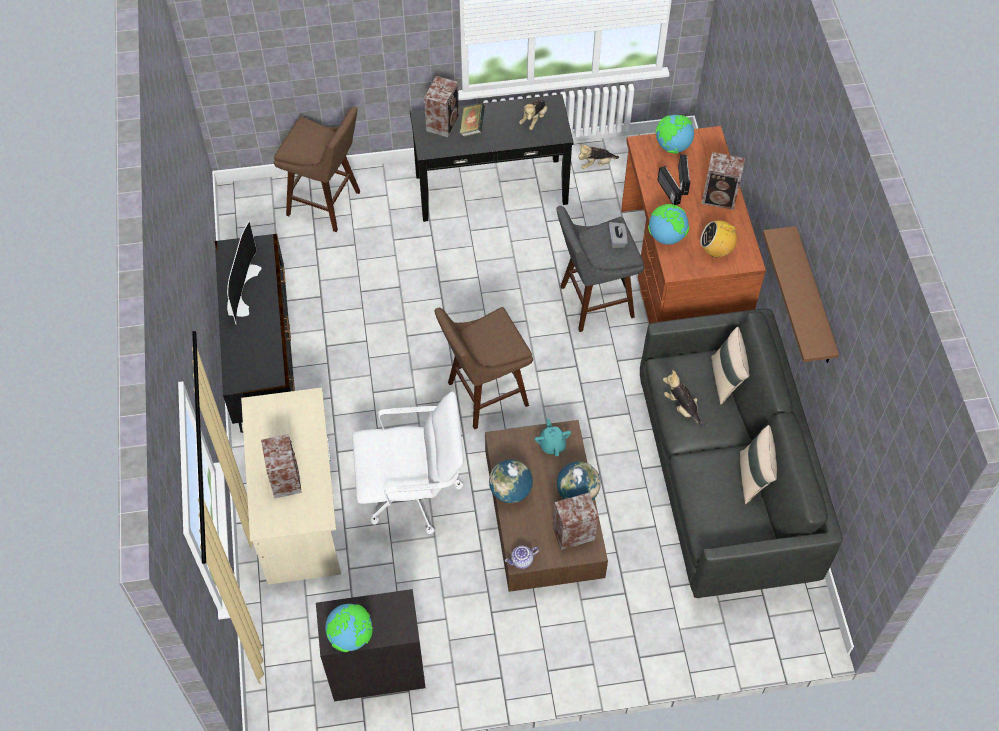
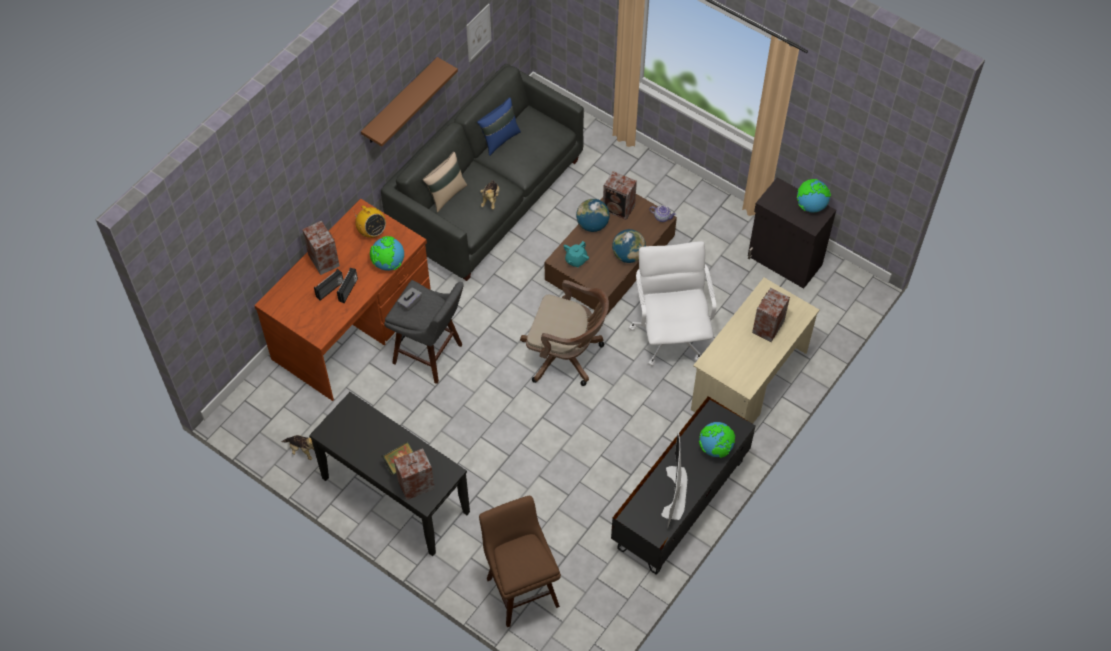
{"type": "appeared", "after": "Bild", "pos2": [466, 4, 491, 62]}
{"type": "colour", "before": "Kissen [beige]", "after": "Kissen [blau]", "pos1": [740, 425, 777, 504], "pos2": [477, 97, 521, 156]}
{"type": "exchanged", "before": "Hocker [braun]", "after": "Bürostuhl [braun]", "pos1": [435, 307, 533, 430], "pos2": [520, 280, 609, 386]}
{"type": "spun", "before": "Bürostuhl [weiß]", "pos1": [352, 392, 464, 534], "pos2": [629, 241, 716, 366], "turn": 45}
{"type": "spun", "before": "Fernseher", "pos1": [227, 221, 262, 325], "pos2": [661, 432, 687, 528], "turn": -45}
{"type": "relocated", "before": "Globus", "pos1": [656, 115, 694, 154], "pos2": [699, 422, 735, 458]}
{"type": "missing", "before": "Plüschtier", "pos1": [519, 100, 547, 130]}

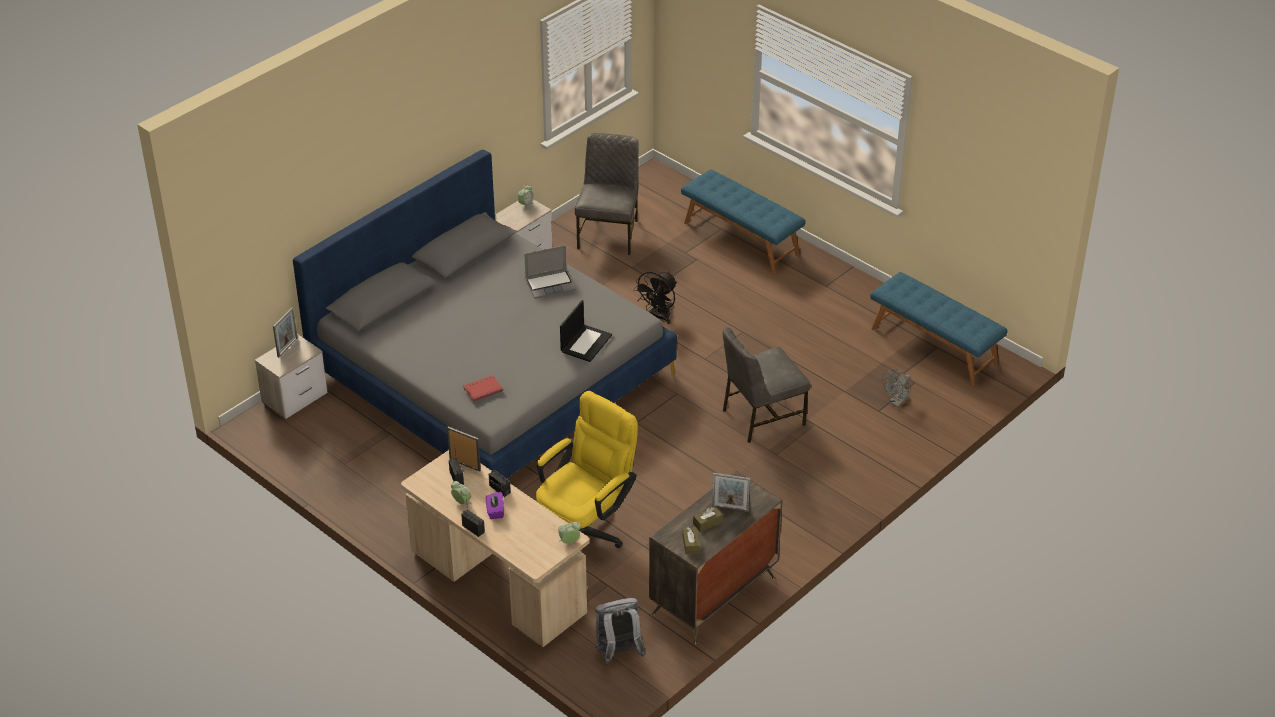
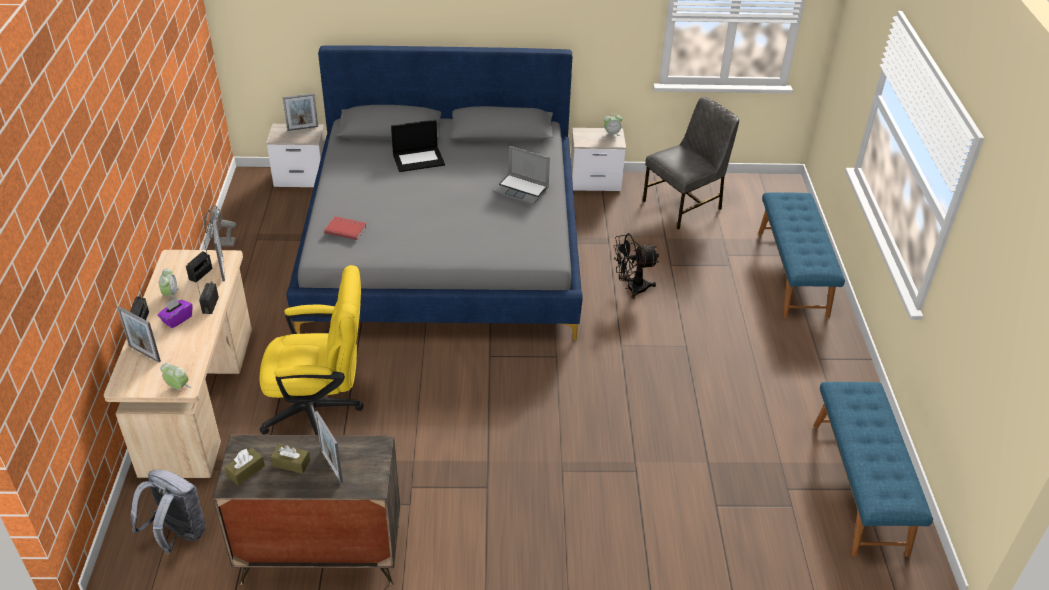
{"type": "appeared", "after": "Bilderrahmen", "pos2": [117, 306, 161, 362]}
{"type": "relocated", "before": "Ventilator [grau]", "pos1": [883, 369, 911, 407], "pos2": [204, 205, 236, 246]}
{"type": "relocated", "before": "Laptop", "pos1": [560, 300, 612, 362], "pos2": [391, 120, 445, 172]}
{"type": "missing", "before": "Stuhl [grau]", "pos1": [723, 327, 811, 443]}

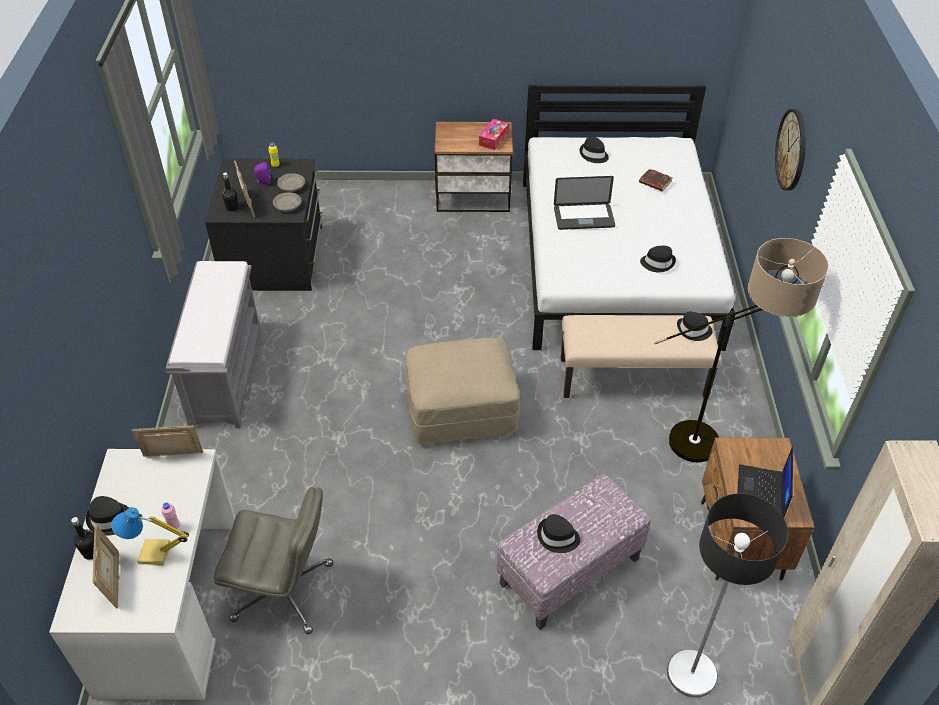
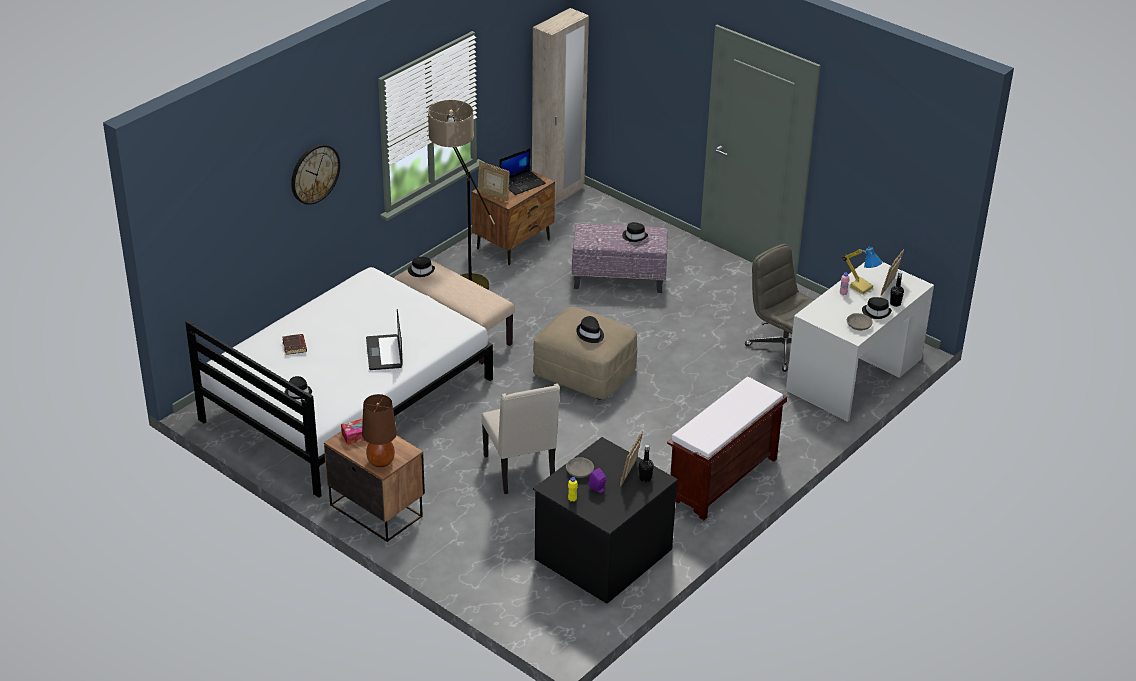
{"type": "appeared", "after": "Tischlampe [braun]", "pos2": [362, 394, 397, 467]}
{"type": "spun", "before": "Laptop", "pos1": [554, 176, 615, 230], "pos2": [366, 309, 403, 370], "turn": -135}
{"type": "relocated", "before": "Bilderrahmen", "pos1": [132, 425, 203, 457], "pos2": [478, 161, 510, 201]}
{"type": "appeared", "after": "Stuhl [beige]", "pos2": [481, 383, 560, 494]}
{"type": "relocated", "before": "Hut [schwarz]", "pos1": [640, 246, 676, 272], "pos2": [576, 316, 604, 343]}
{"type": "colour", "before": "Bank [grau]", "after": "Bank [braun]", "pos1": [166, 261, 261, 428], "pos2": [667, 377, 787, 520]}
{"type": "relocated", "before": "Schüssel [grau]", "pos1": [273, 192, 301, 212], "pos2": [847, 313, 873, 331]}
{"type": "missing", "before": "Stehlampe", "pos1": [667, 493, 788, 698]}

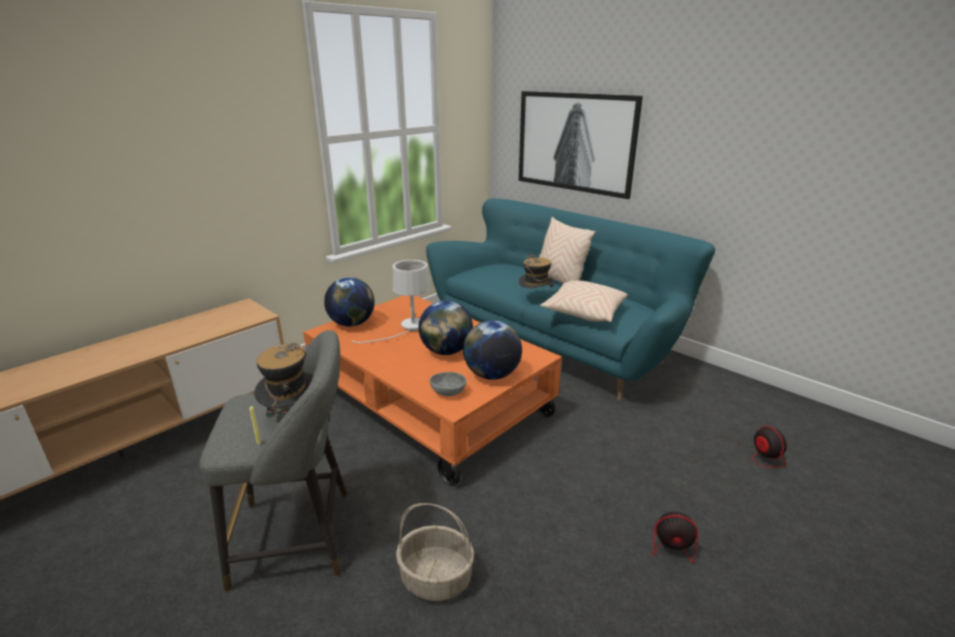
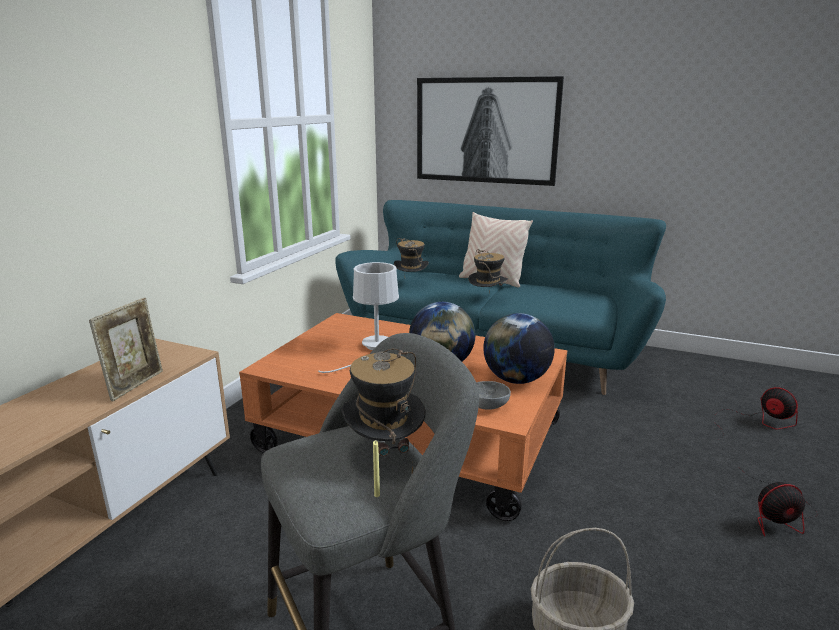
{"type": "appeared", "after": "Bilderrahmen", "pos2": [89, 298, 163, 401]}
{"type": "appeared", "after": "Hut", "pos2": [394, 238, 429, 272]}
{"type": "missing", "before": "Globus", "pos1": [324, 277, 375, 327]}
{"type": "missing", "before": "Kissen [beige]", "pos1": [540, 281, 628, 322]}

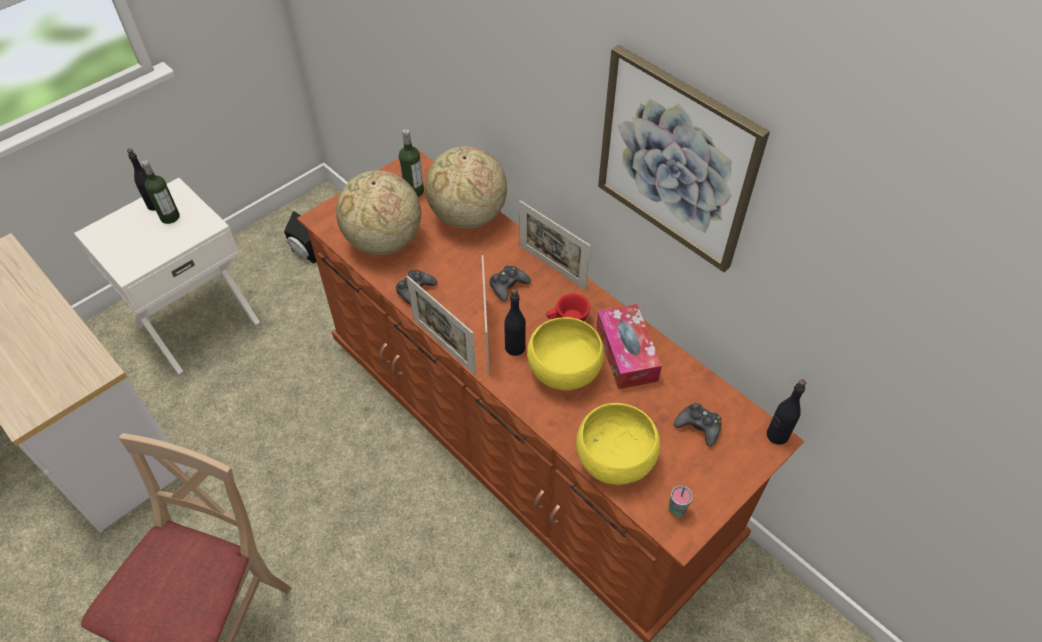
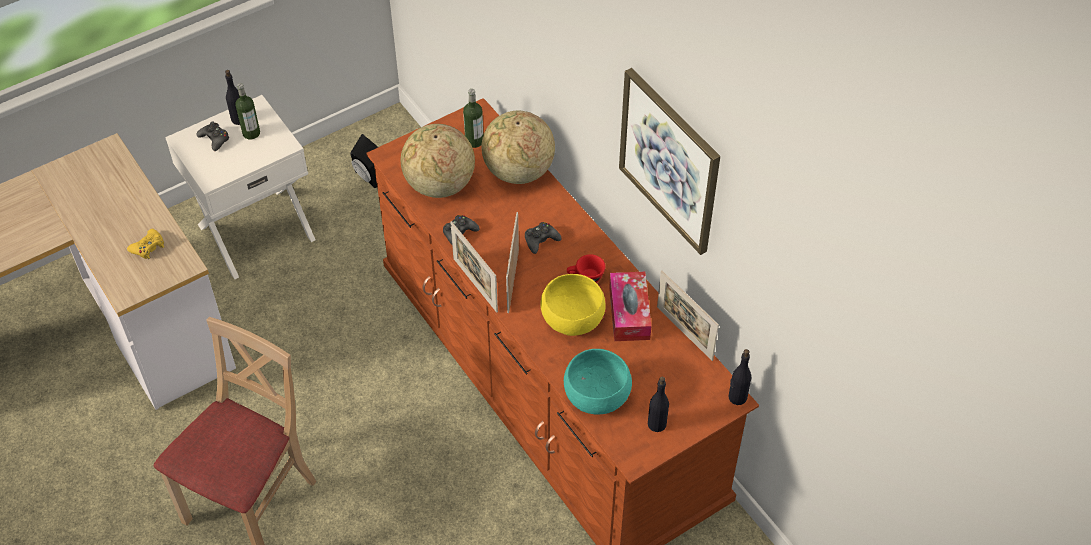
{"type": "appeared", "after": "Gamepad [gelb]", "pos2": [127, 228, 164, 259]}
{"type": "relocated", "before": "Gamepad [schwarz]", "pos1": [674, 403, 721, 447], "pos2": [197, 121, 230, 151]}
{"type": "colour", "before": "Schüssel [gelb]", "after": "Schüssel [türkis]", "pos1": [576, 403, 660, 485], "pos2": [564, 349, 632, 415]}
{"type": "relocated", "before": "Flasche [schwarz]", "pos1": [504, 289, 526, 356], "pos2": [648, 377, 669, 432]}
{"type": "relocated", "before": "Bilderrahmen", "pos1": [519, 200, 591, 290], "pos2": [657, 270, 719, 361]}
{"type": "missing", "before": "Tasse", "pos1": [668, 486, 693, 517]}

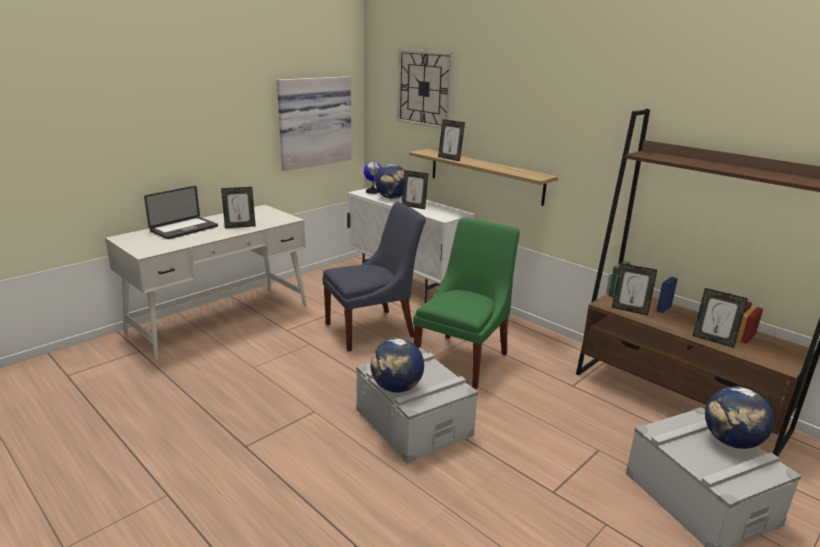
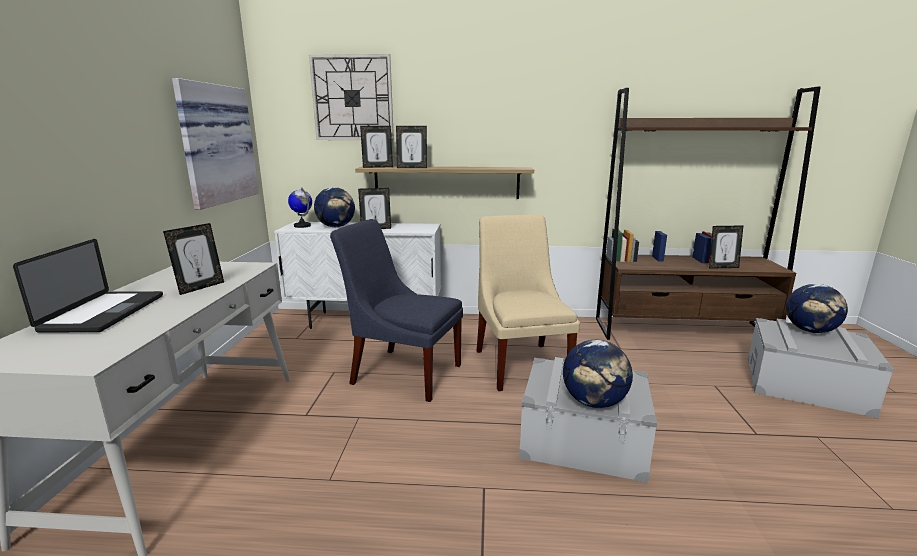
{"type": "spun", "before": "Stuhl [blau]", "pos1": [322, 202, 426, 352], "pos2": [330, 219, 463, 402], "turn": -90}
{"type": "relocated", "before": "Bilderrahmen", "pos1": [612, 263, 657, 315], "pos2": [360, 126, 393, 168]}
{"type": "colour", "before": "Stuhl [grün]", "after": "Stuhl [beige]", "pos1": [413, 218, 520, 389], "pos2": [477, 214, 580, 391]}

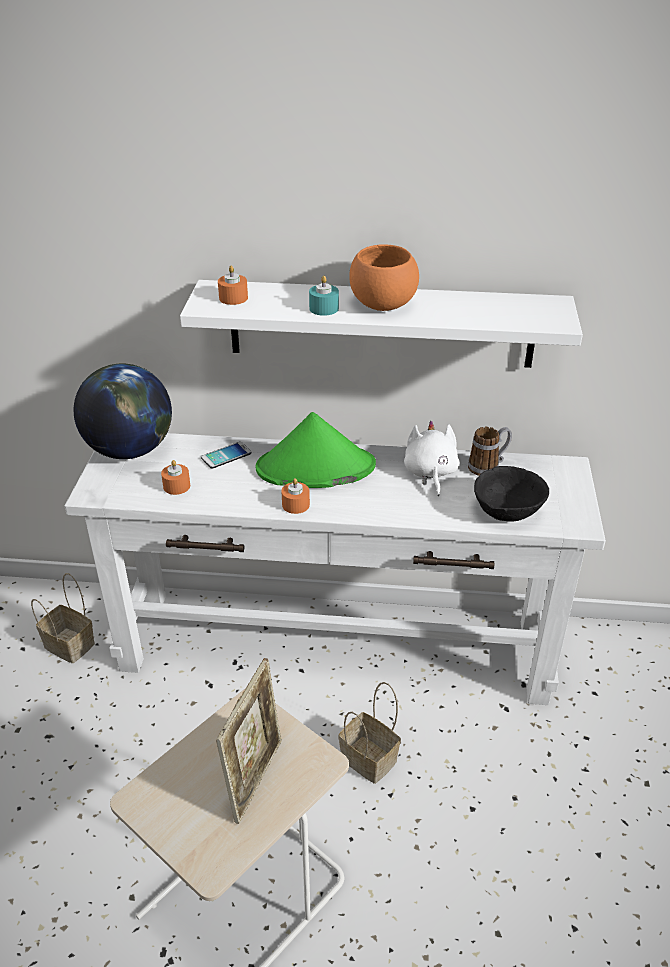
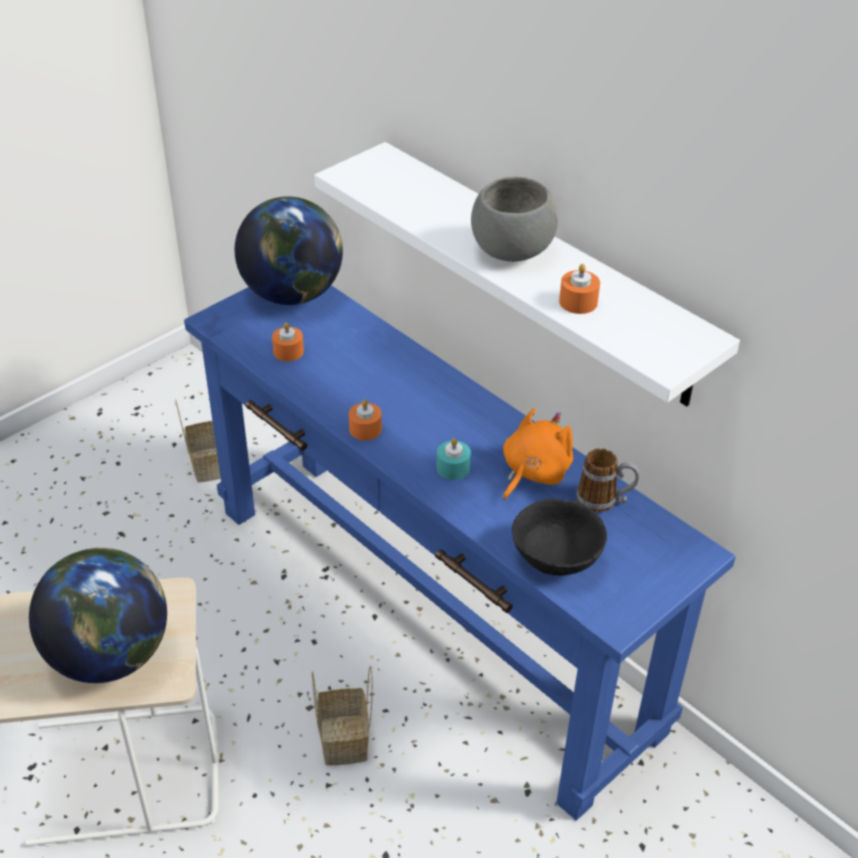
{"type": "exchanged", "before": "Bilderrahmen", "after": "Globus", "pos1": [216, 658, 282, 824], "pos2": [29, 548, 167, 683]}
{"type": "colour", "before": "Konsolentisch [weiß]", "after": "Konsolentisch [blau]", "pos1": [65, 433, 606, 705], "pos2": [184, 285, 736, 821]}
{"type": "relocated", "before": "Kerze [türkis]", "pos1": [309, 276, 339, 316], "pos2": [437, 438, 471, 480]}
{"type": "colour", "before": "Schüssel [orange]", "after": "Schüssel [grau]", "pos1": [349, 244, 419, 311], "pos2": [471, 177, 558, 262]}
{"type": "colour", "before": "Plüschtier [weiß]", "after": "Plüschtier [orange]", "pos1": [404, 421, 460, 496], "pos2": [503, 408, 573, 500]}
{"type": "relocated", "before": "Kerze [orange]", "pos1": [218, 266, 248, 305], "pos2": [559, 264, 600, 314]}
{"type": "missing", "before": "Handy", "pos1": [201, 442, 251, 469]}
{"type": "missing", "before": "Hut [grün]", "pos1": [256, 412, 376, 488]}

